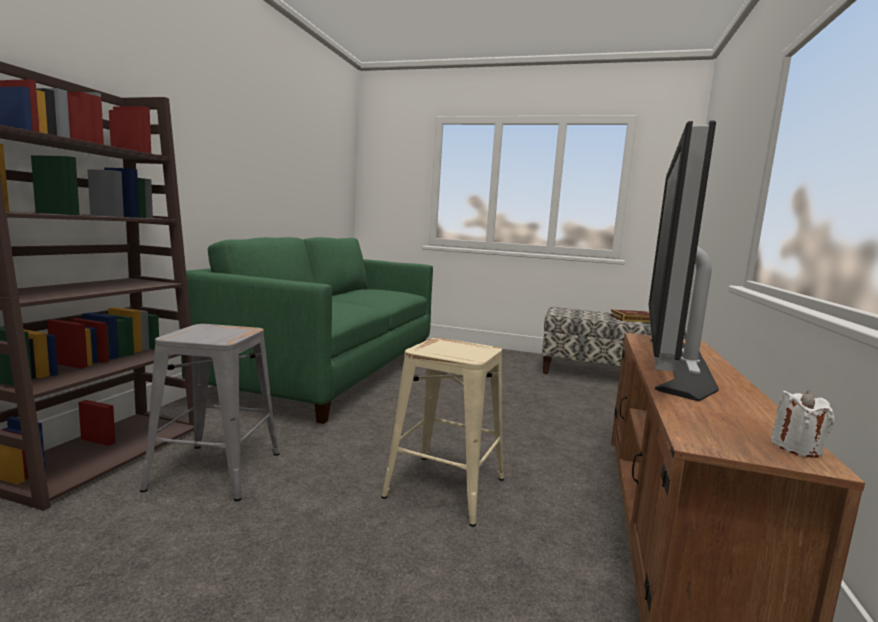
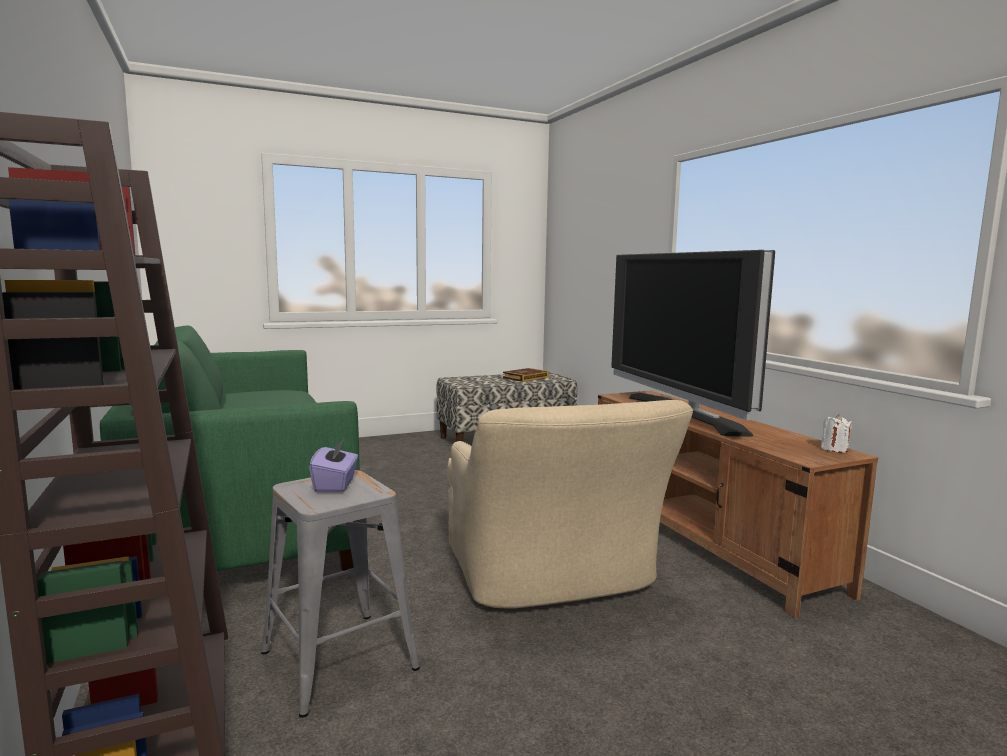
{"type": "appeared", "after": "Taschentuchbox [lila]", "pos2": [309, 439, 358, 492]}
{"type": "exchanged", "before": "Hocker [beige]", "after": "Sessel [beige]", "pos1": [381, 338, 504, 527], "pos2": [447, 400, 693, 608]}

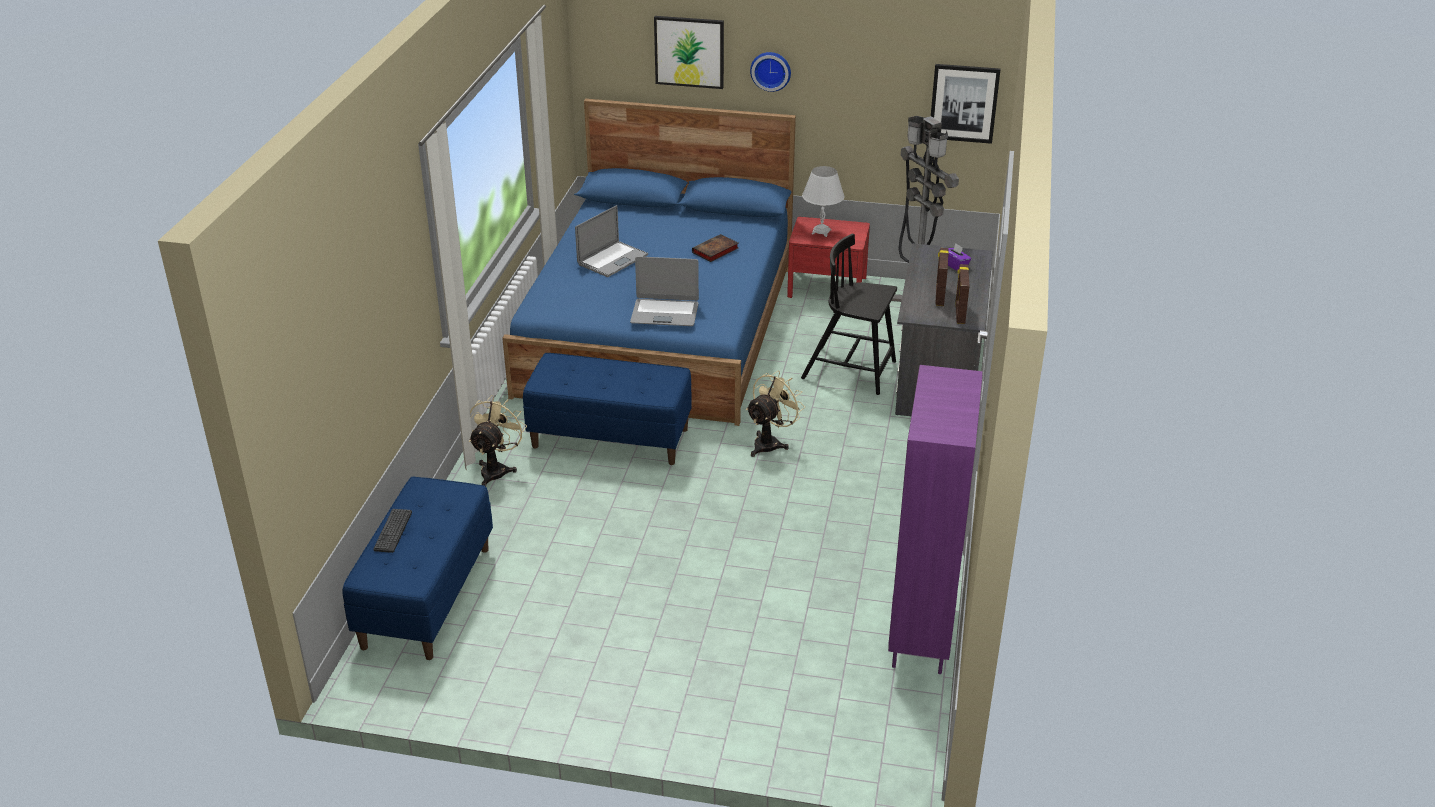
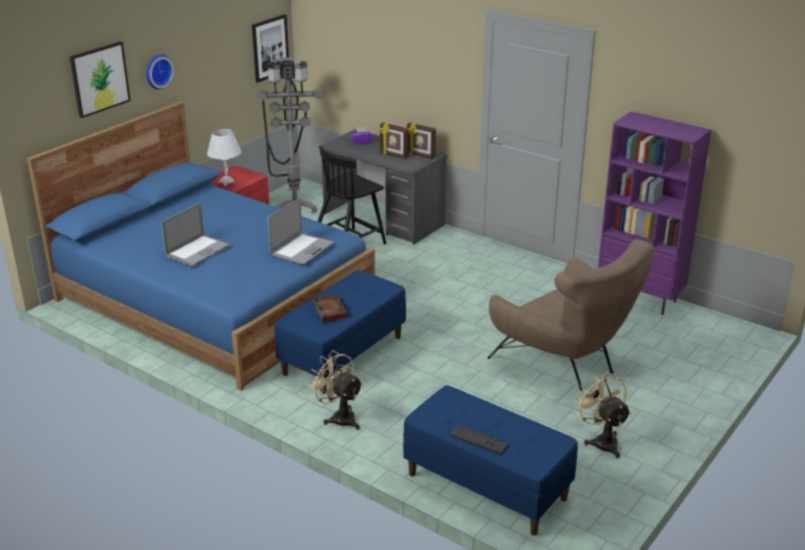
{"type": "spun", "before": "Laptop", "pos1": [575, 205, 648, 277], "pos2": [161, 203, 230, 266], "turn": 60}
{"type": "relocated", "before": "Buch", "pos1": [692, 234, 739, 262], "pos2": [312, 294, 348, 322]}
{"type": "appeared", "after": "Sessel [braun]", "pos2": [488, 239, 654, 390]}
{"type": "relocated", "before": "Ventilator [beige]", "pos1": [746, 371, 805, 457], "pos2": [574, 372, 631, 458]}

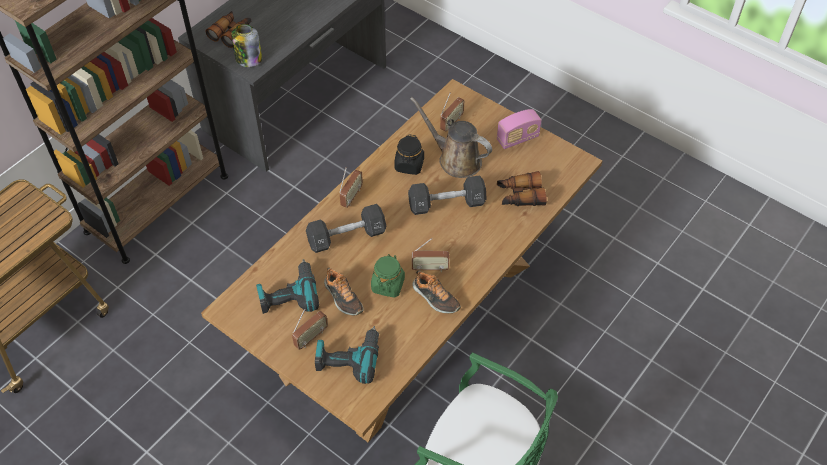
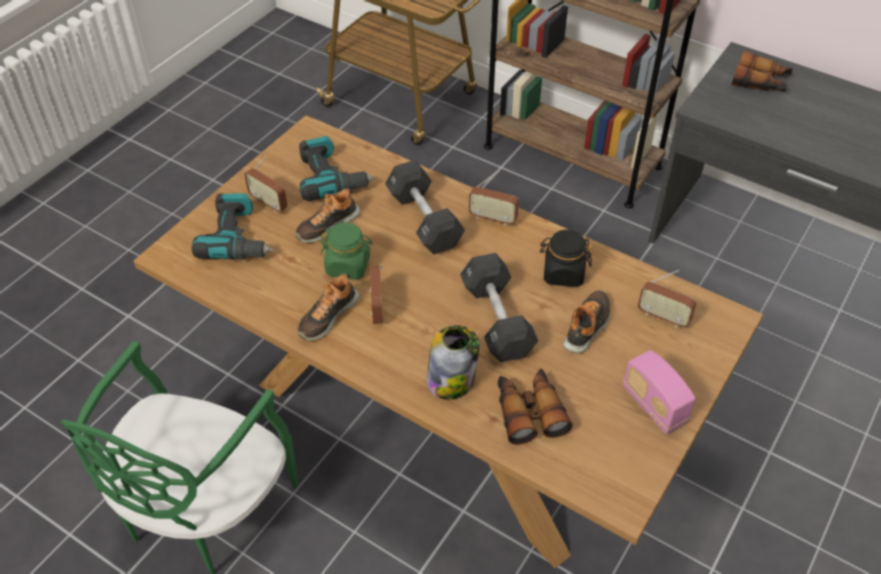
{"type": "relocated", "before": "Vorratsglas", "pos1": [231, 24, 262, 67], "pos2": [427, 325, 480, 400]}
{"type": "exchanged", "before": "Gießkanne [braun]", "after": "Schuh", "pos1": [410, 97, 492, 178], "pos2": [563, 290, 610, 353]}

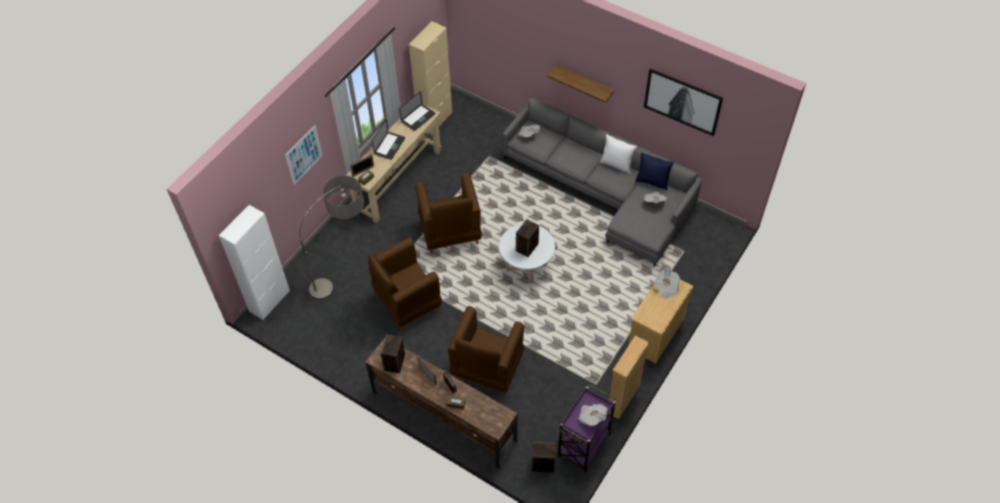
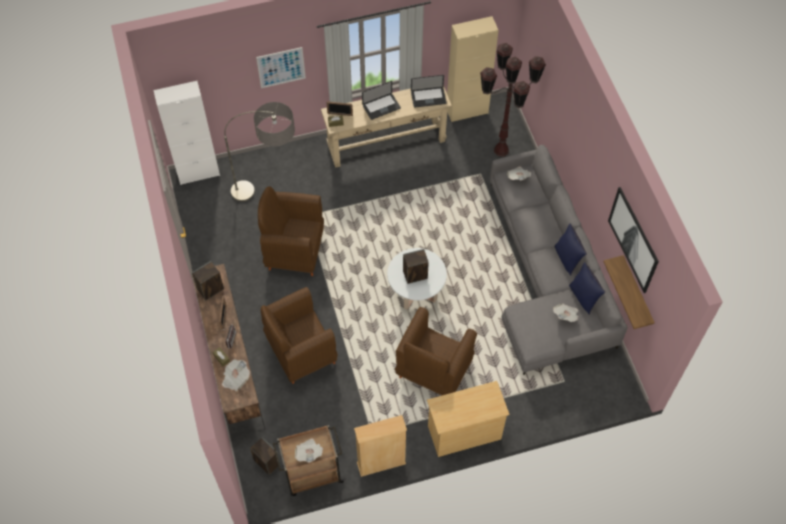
{"type": "relocated", "before": "Zeitung", "pos1": [655, 268, 680, 299], "pos2": [222, 359, 250, 391]}
{"type": "colour", "before": "Rollwagen [lila]", "after": "Rollwagen [braun]", "pos1": [558, 385, 616, 472], "pos2": [273, 425, 346, 496]}
{"type": "relocated", "before": "Sessel [braun]", "pos1": [415, 173, 482, 254], "pos2": [395, 307, 477, 395]}
{"type": "appeared", "after": "Stehlampe [braun]", "pos2": [480, 43, 546, 157]}
{"type": "colour", "before": "Kissen [weiß]", "after": "Kissen [blau]", "pos1": [600, 134, 637, 174], "pos2": [554, 224, 587, 276]}
{"type": "relocated", "before": "Wandregal", "pos1": [547, 64, 614, 103], "pos2": [603, 255, 655, 329]}

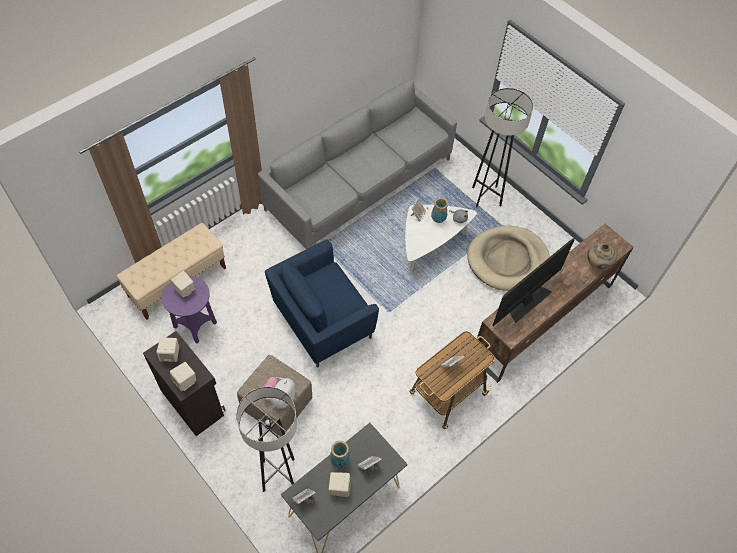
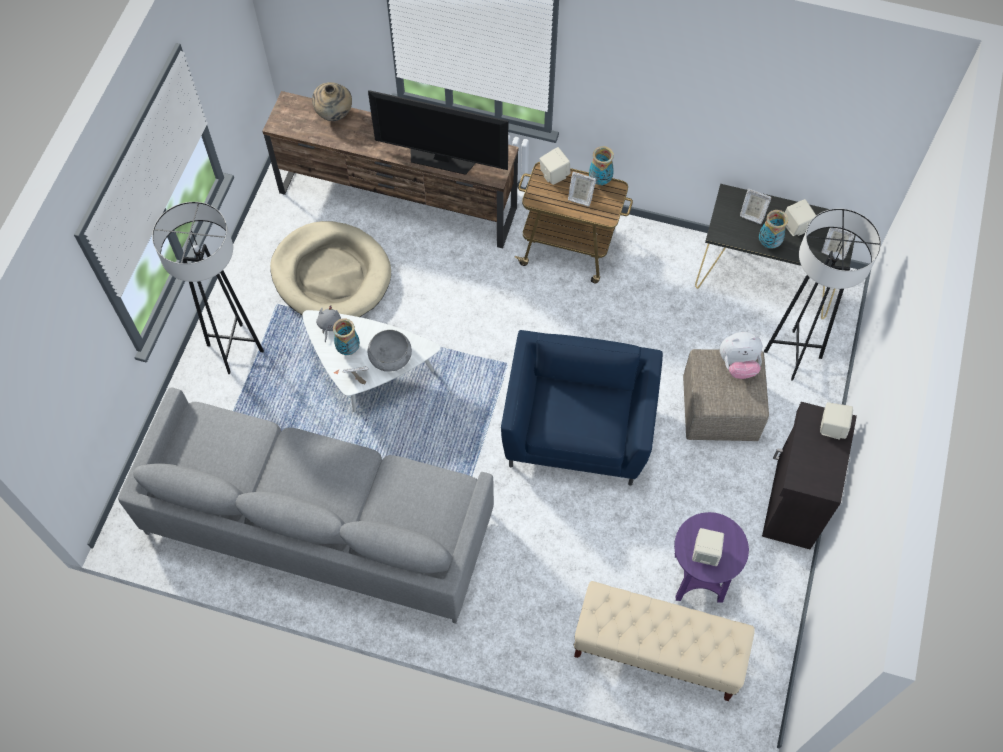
{"type": "appeared", "after": "Schüssel [grau]", "pos2": [368, 330, 412, 372]}
{"type": "spun", "before": "Sessel [blau]", "pos1": [265, 240, 379, 368], "pos2": [501, 330, 663, 486], "turn": -105}
{"type": "relocated", "before": "Lautsprecher [beige]", "pos1": [156, 337, 179, 362], "pos2": [540, 147, 570, 185]}
{"type": "appeared", "after": "Vase", "pos2": [589, 146, 614, 185]}

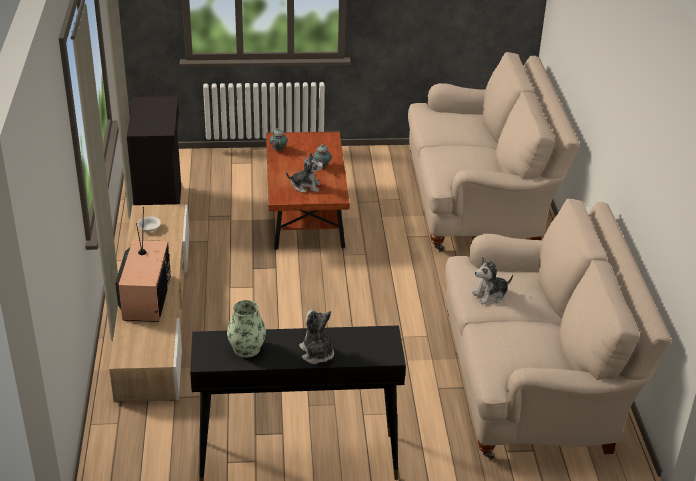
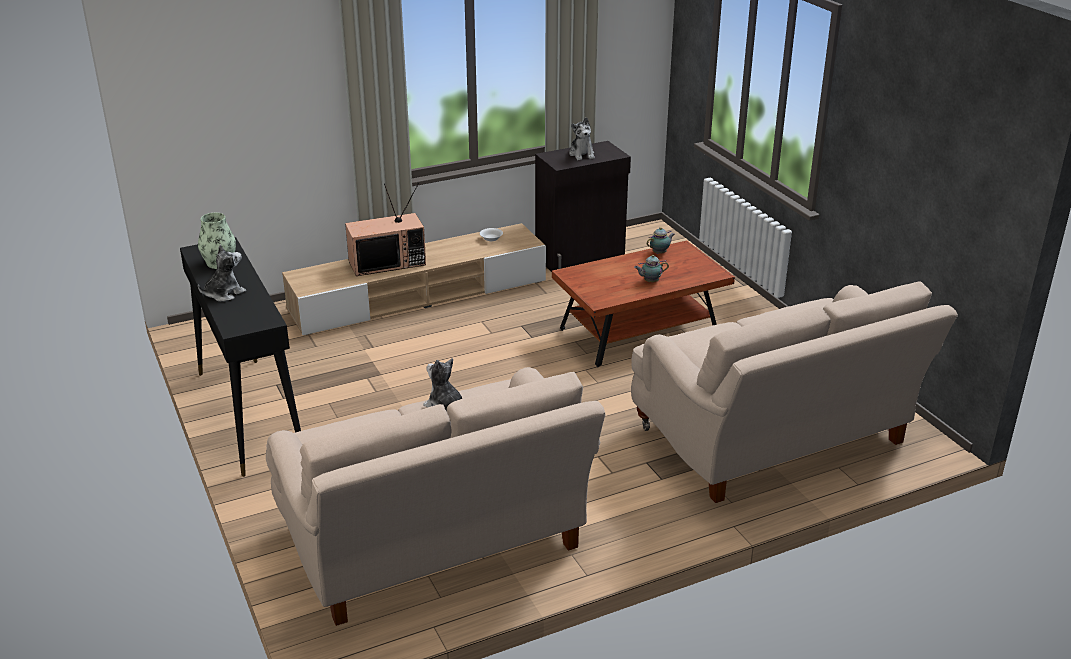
{"type": "relocated", "before": "Plüschtier", "pos1": [286, 152, 323, 193], "pos2": [569, 117, 595, 160]}

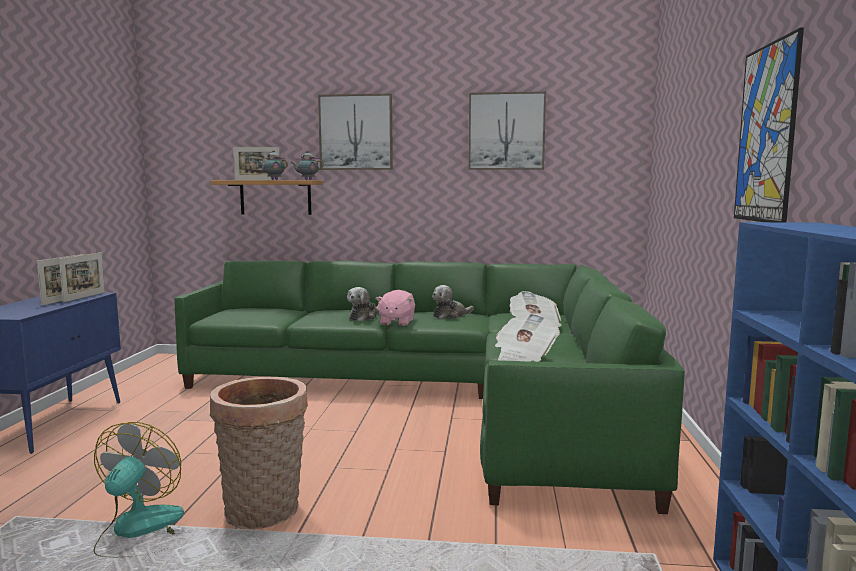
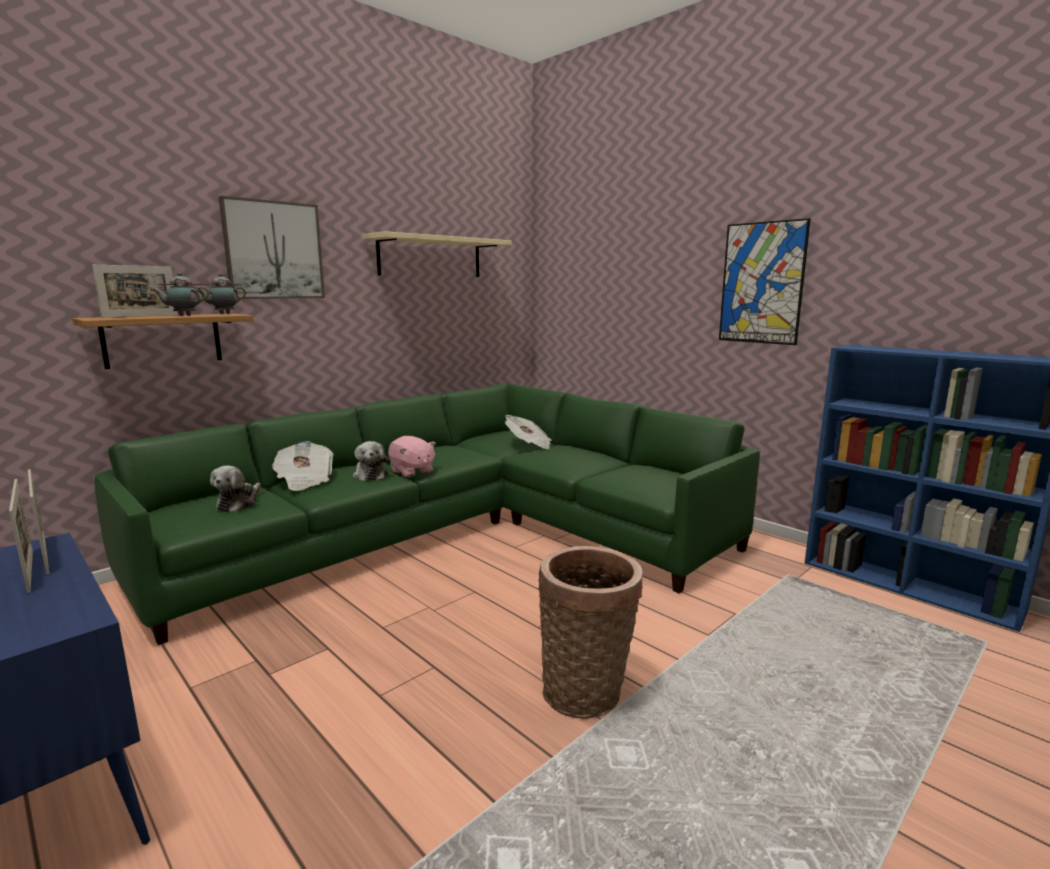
{"type": "relocated", "before": "Plüschtier", "pos1": [432, 285, 474, 319], "pos2": [210, 465, 261, 512]}
{"type": "relocated", "before": "Zeitung", "pos1": [495, 313, 560, 362], "pos2": [272, 441, 333, 491]}
{"type": "exchanged", "before": "Bild", "after": "Wandregal [beige]", "pos1": [468, 91, 546, 170], "pos2": [362, 231, 512, 277]}
{"type": "missing", "before": "Ventilator", "pos1": [94, 422, 184, 557]}

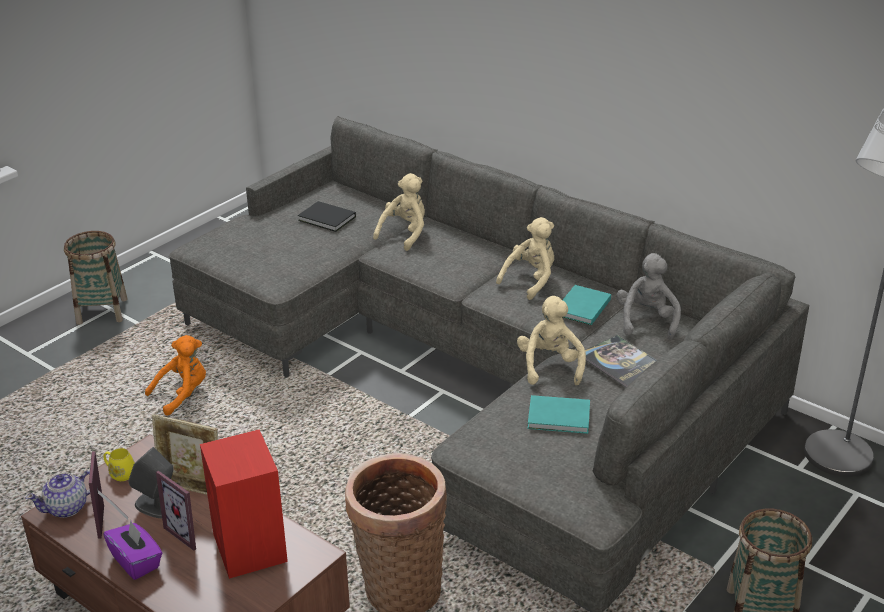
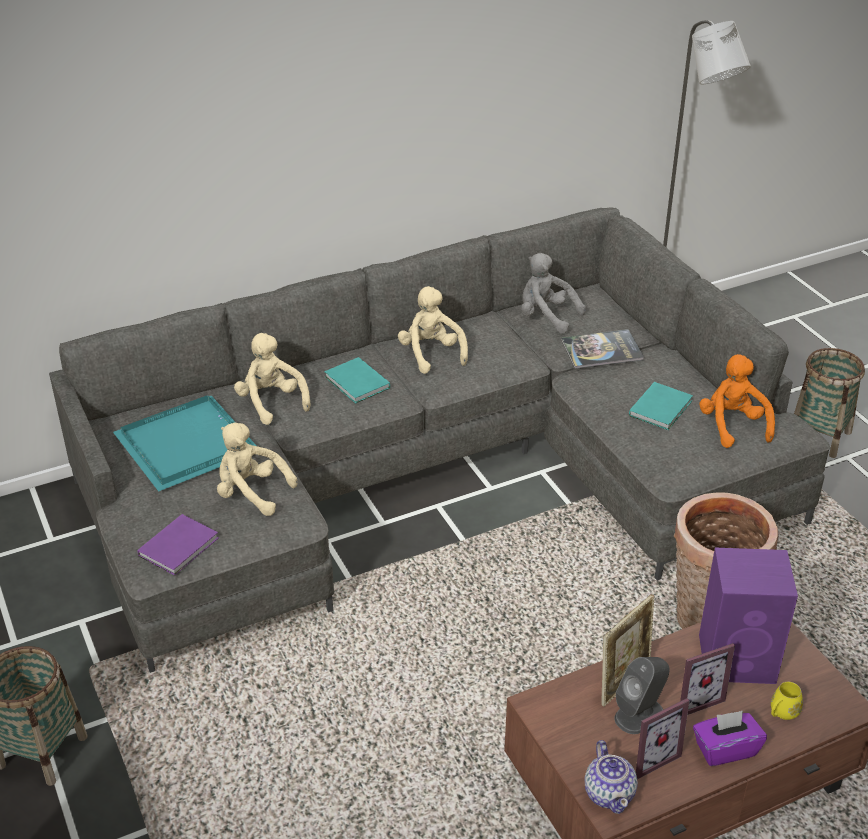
{"type": "exchanged", "before": "Buch [schwarz]", "after": "Tablett [türkis]", "pos1": [298, 201, 356, 232], "pos2": [113, 395, 256, 492]}
{"type": "appeared", "after": "Buch [lila]", "pos2": [137, 514, 219, 576]}
{"type": "relocated", "before": "Plüschtier [beige]", "pos1": [517, 296, 586, 385], "pos2": [217, 422, 297, 516]}
{"type": "relocated", "before": "Buch [türkis]", "pos1": [563, 285, 611, 325], "pos2": [324, 357, 390, 404]}
{"type": "spun", "before": "Bilderrahmen", "pos1": [89, 451, 128, 539], "pos2": [636, 698, 690, 779], "turn": -45}
{"type": "relocated", "before": "Plüschtier [orange]", "pos1": [145, 335, 206, 415], "pos2": [699, 354, 775, 448]}
{"type": "colour", "before": "Lautsprecher [rot]", "after": "Lautsprecher [lila]", "pos1": [200, 429, 288, 579], "pos2": [699, 548, 798, 684]}
{"type": "relocated", "before": "Henkelbecher [gelb]", "pos1": [103, 448, 135, 481], "pos2": [771, 682, 803, 720]}

